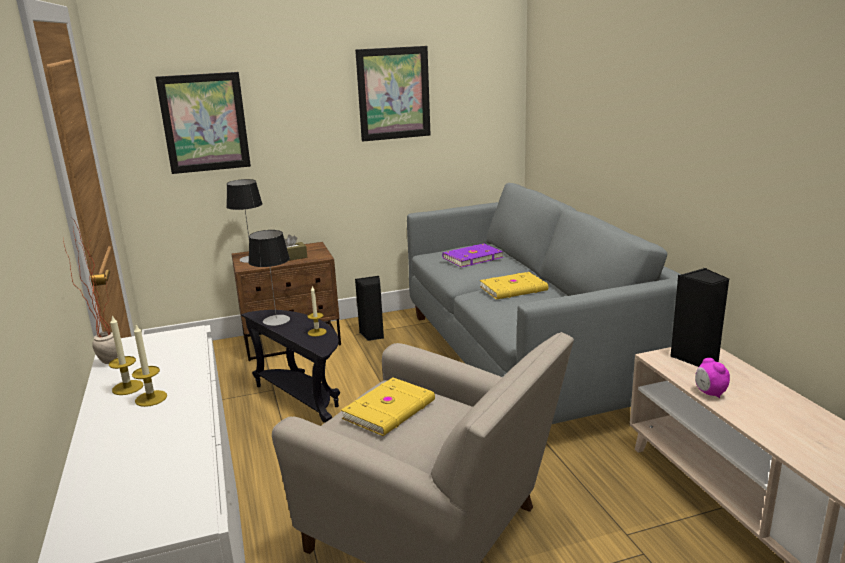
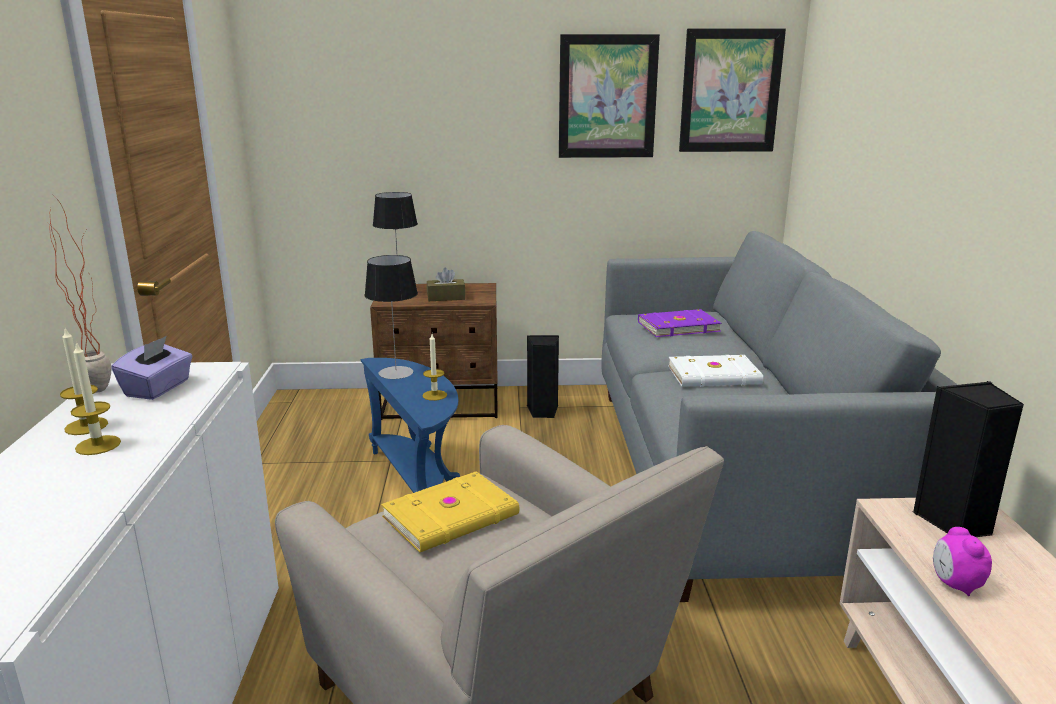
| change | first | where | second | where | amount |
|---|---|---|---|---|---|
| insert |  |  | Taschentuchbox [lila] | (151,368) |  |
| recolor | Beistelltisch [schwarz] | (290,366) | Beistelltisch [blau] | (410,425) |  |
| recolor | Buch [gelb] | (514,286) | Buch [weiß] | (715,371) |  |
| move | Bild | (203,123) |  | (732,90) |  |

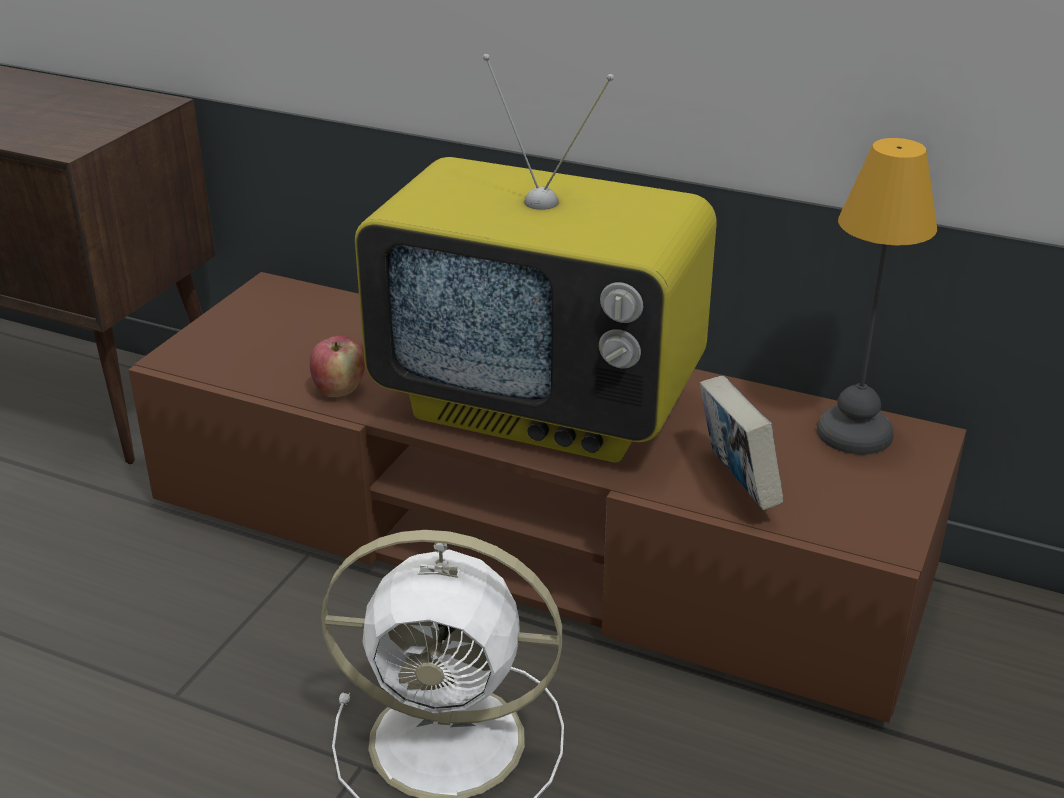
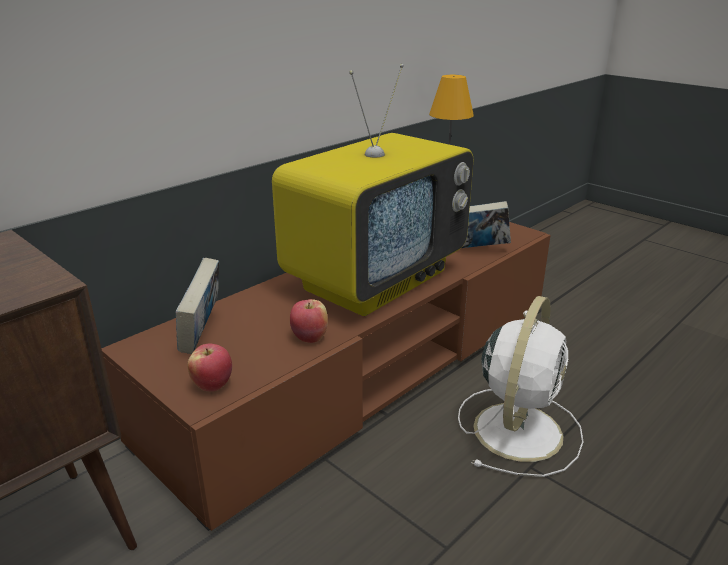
| change | first | where | second | where | amount |
|---|---|---|---|---|---|
| insert |  |  | Buch | (197,306) |  |
| insert |  |  | Apfel | (209,368) |  |

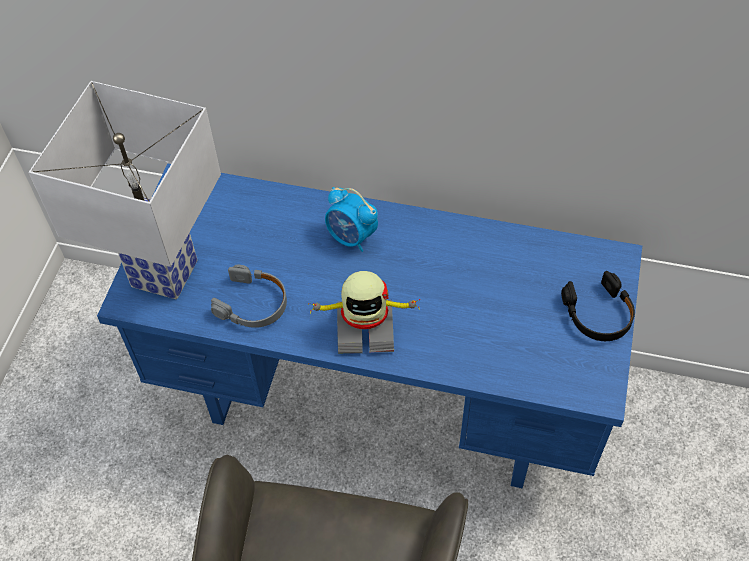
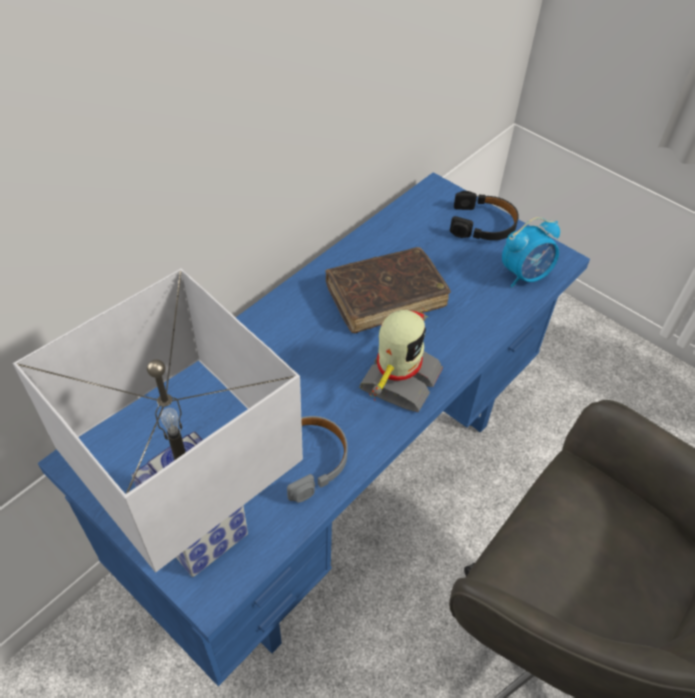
| change | first | where | second | where | amount |
|---|---|---|---|---|---|
| insert |  |  | Buch [braun] | (388,290) |  |
| move | Wecker | (351,219) |  | (531,252) |  |

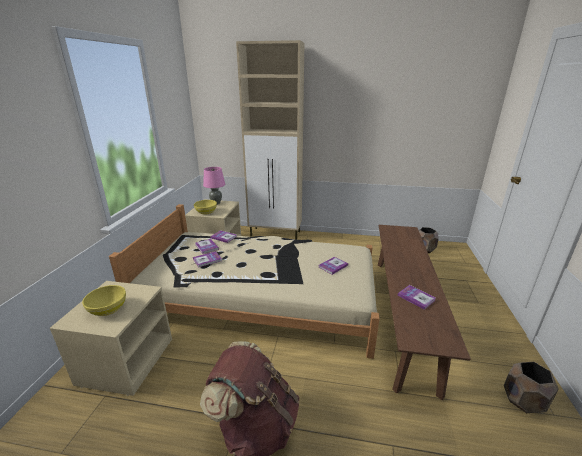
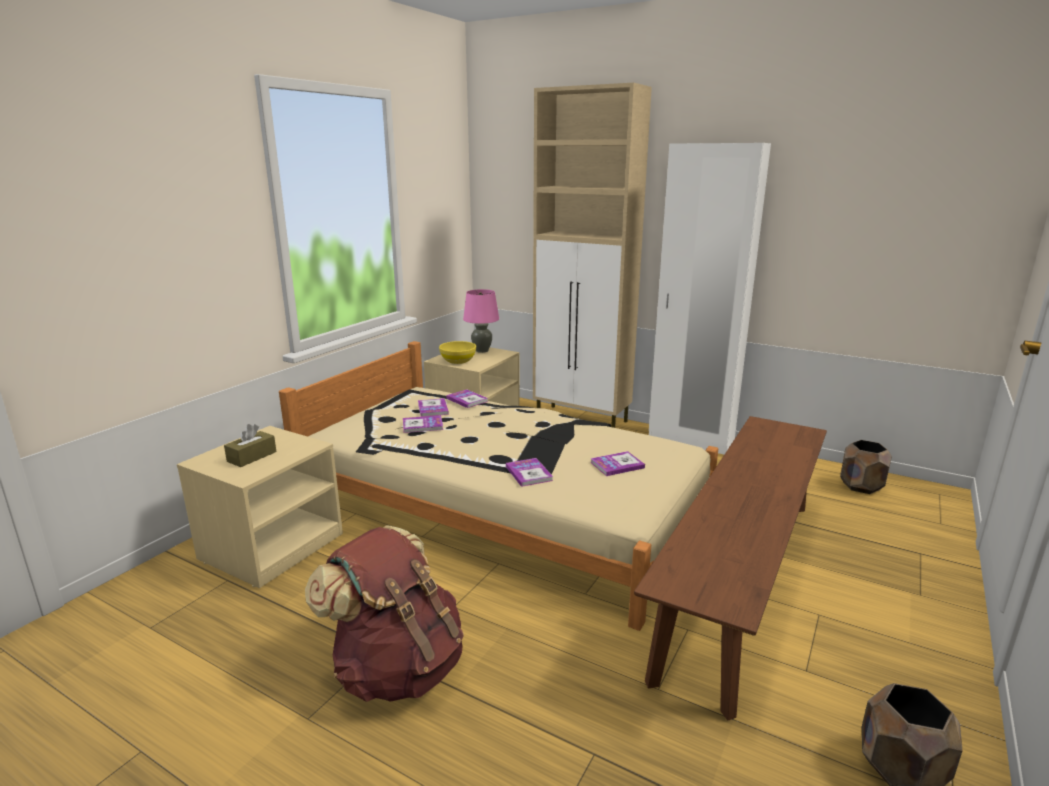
| change | first | where | second | where | amount |
|---|---|---|---|---|---|
| replace | Schüssel [gelb] | (104,300) | Taschentuchbox [braun] | (250,445) |  |
| move | Buch | (416,297) |  | (529,472) |  |
| insert |  |  | Kleiderschrank [weiß] | (710,298) |  |

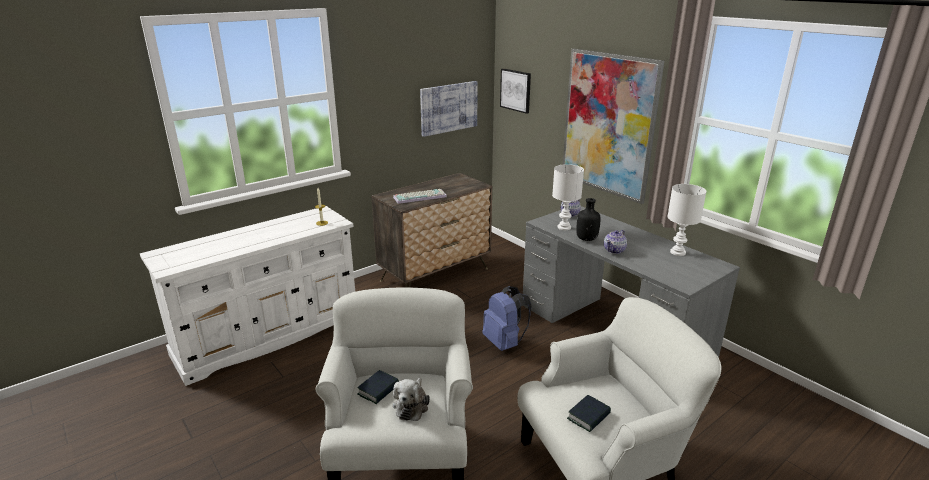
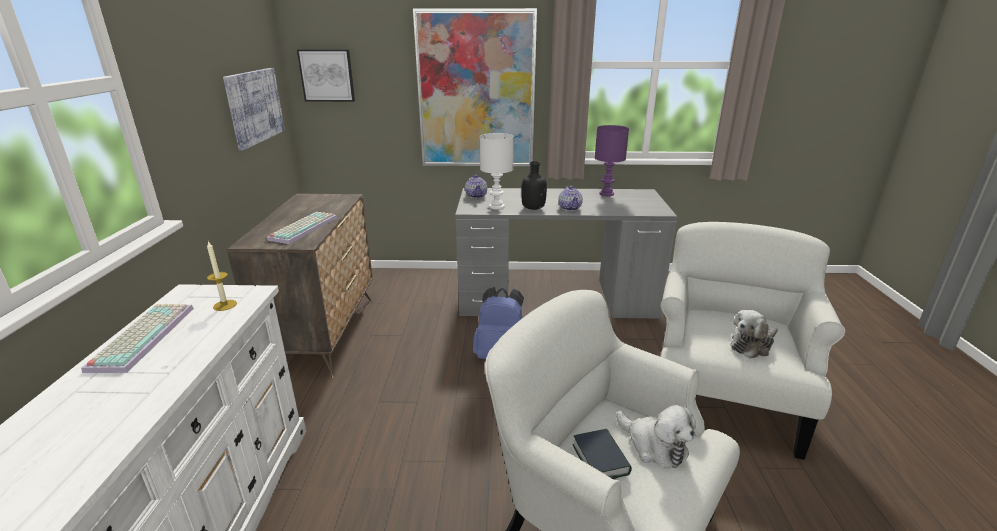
| change | first | where | second | where | amount |
|---|---|---|---|---|---|
| insert |  |  | Tastatur | (137,338) |  |
| recolor | Tischlampe [weiß] | (687,220) | Tischlampe [lila] | (612,160) |  |
| replace | Buch | (589,413) | Plüschtier | (754,334) |  |

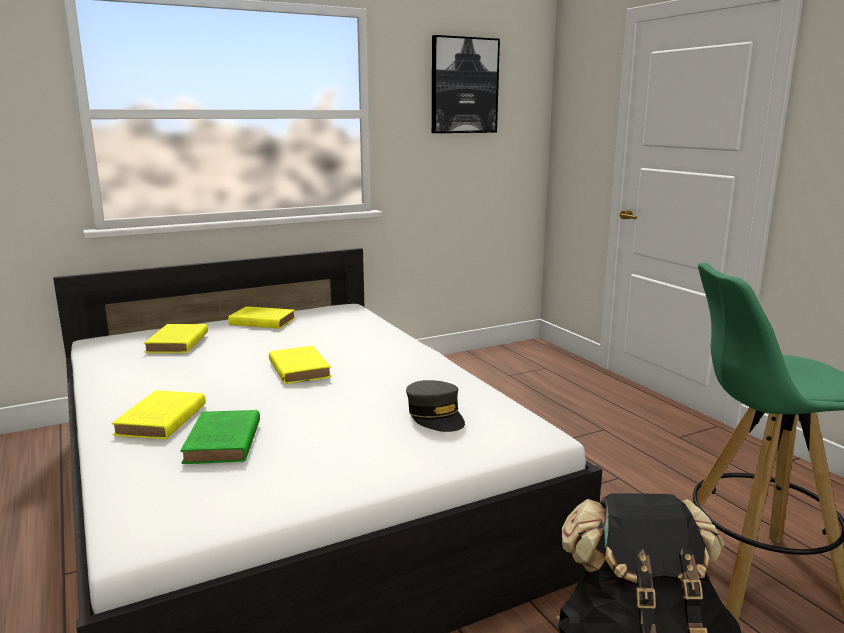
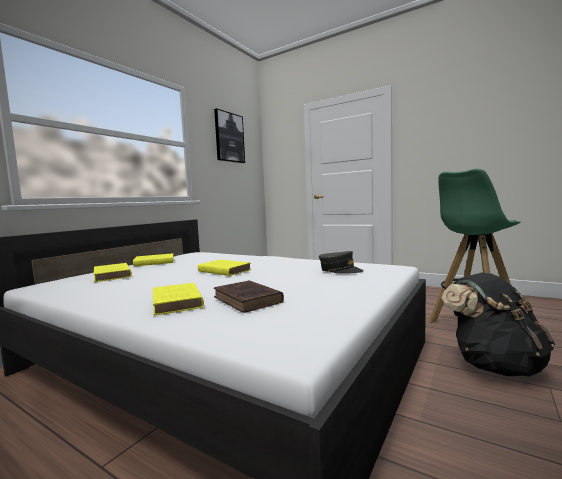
| change | first | where | second | where | amount |
|---|---|---|---|---|---|
| recolor | Buch [grün] | (220,437) | Buch [braun] | (249,296) |  |

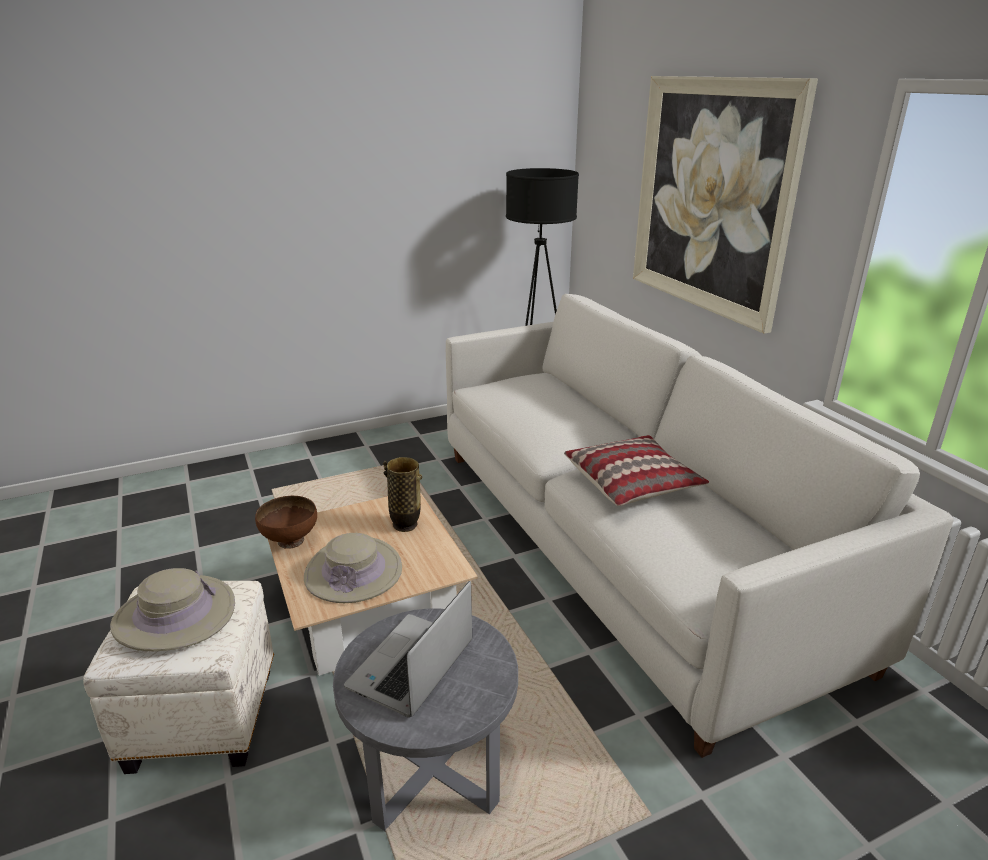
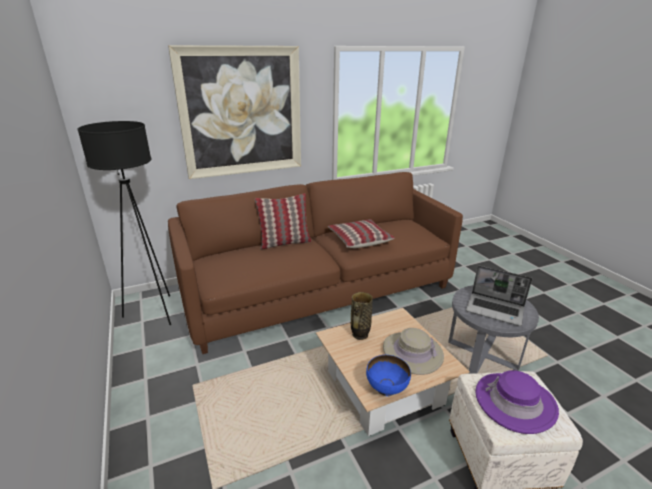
| change | first | where | second | where | amount |
|---|---|---|---|---|---|
| recolor | Sofa [weiß] | (700,526) | Sofa [braun] | (315,263) |  |
| insert |  |  | Kissen | (283,221) |  |
| recolor | Schüssel [braun] | (286,522) | Schüssel [blau] | (388,375) |  |
| recolor | Hut [beige] | (172,609) | Hut [lila] | (517,402) |  |

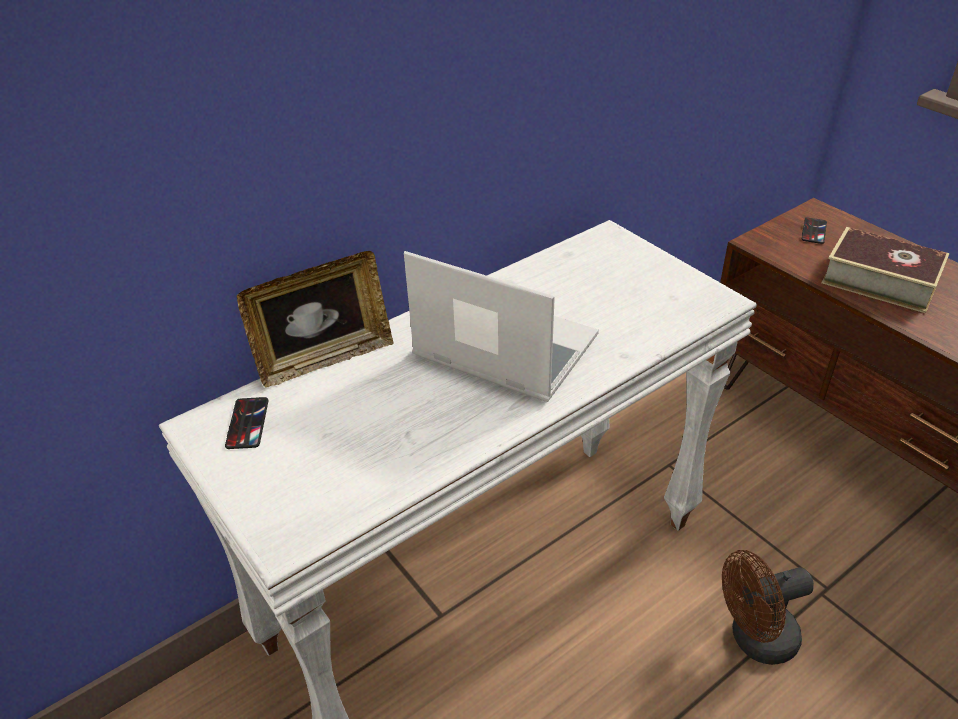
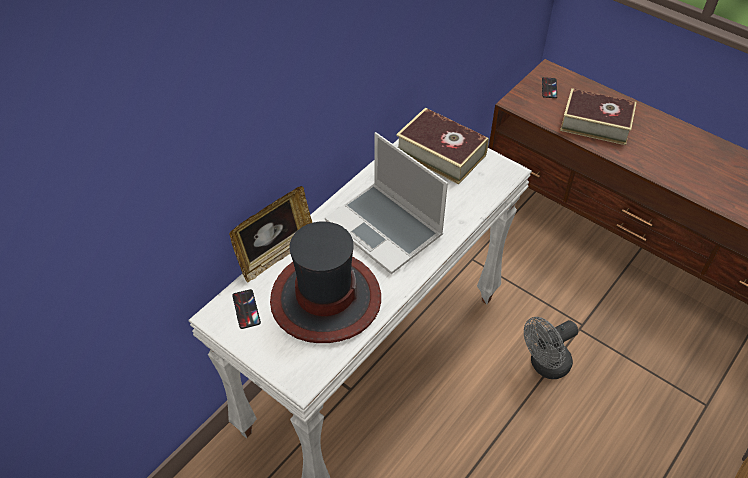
| change | first | where | second | where | amount |
|---|---|---|---|---|---|
| insert |  |  | Hut | (325,282) |  |
| rotate | Laptop | (501,326) |  | (386,203) | 150 degrees counterclockwise |
| insert |  |  | Buch | (442,146) |  |
| recolor | Ventilator [braun] | (768,607) | Ventilator [grau] | (551,348) |  |

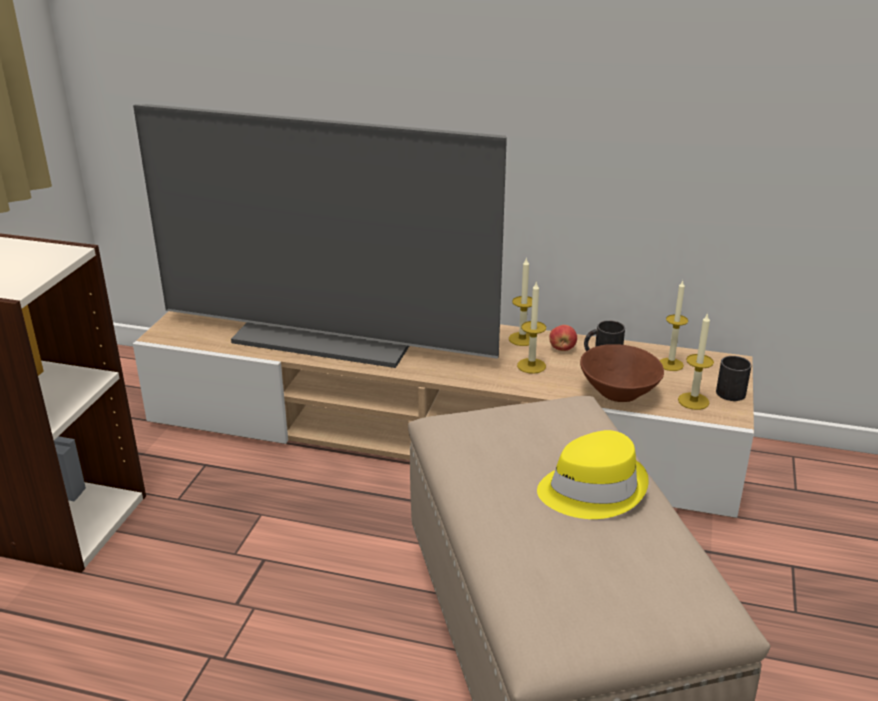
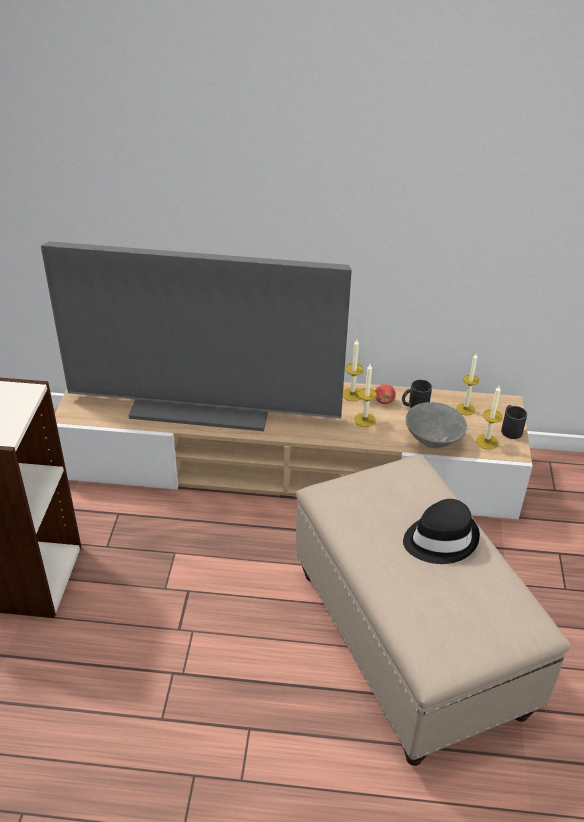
| change | first | where | second | where | amount |
|---|---|---|---|---|---|
| recolor | Hut [gelb] | (593,474) | Hut [schwarz] | (441,531) |  |
| recolor | Schüssel [braun] | (622,373) | Schüssel [grau] | (436,425) |  |

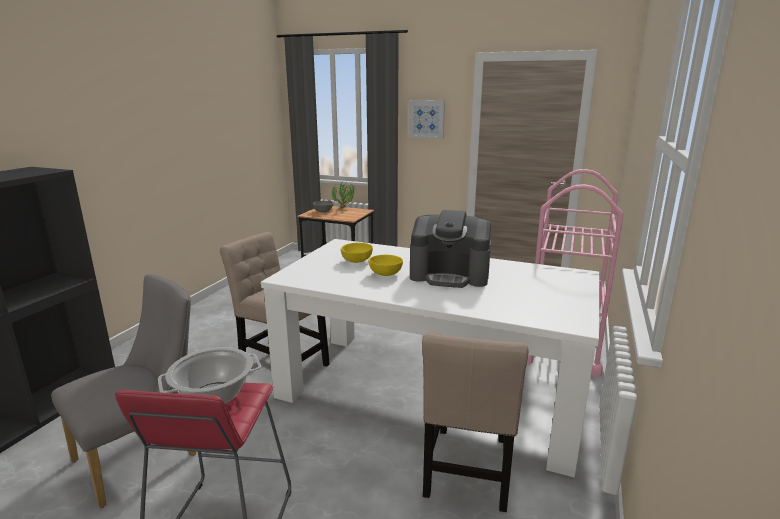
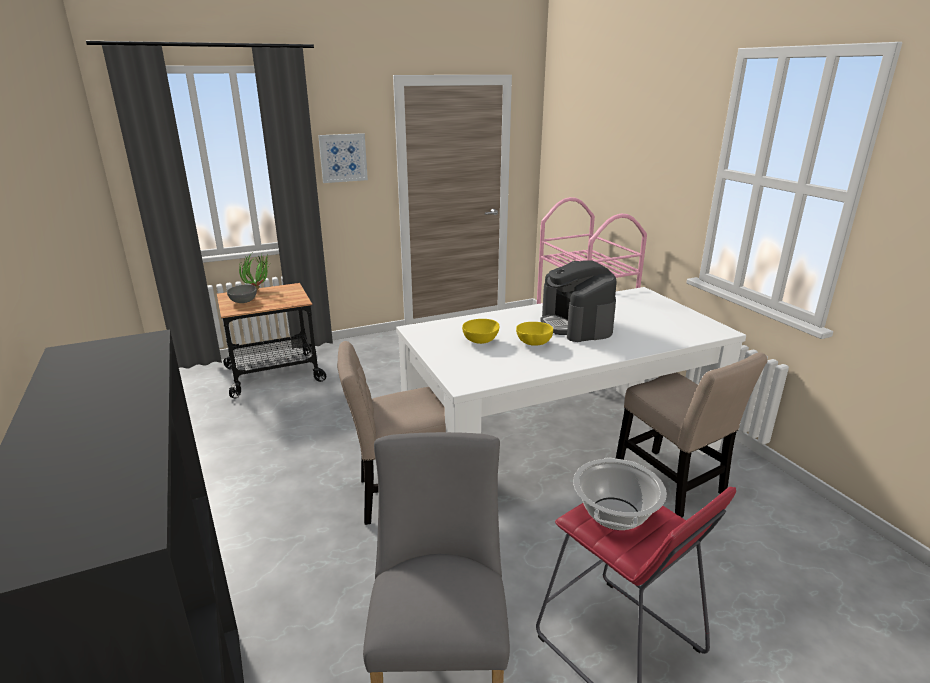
| change | first | where | second | where | amount |
|---|---|---|---|---|---|
| rotate | Kaffeemaschine | (450,249) |  | (578,301) | 105 degrees clockwise |

